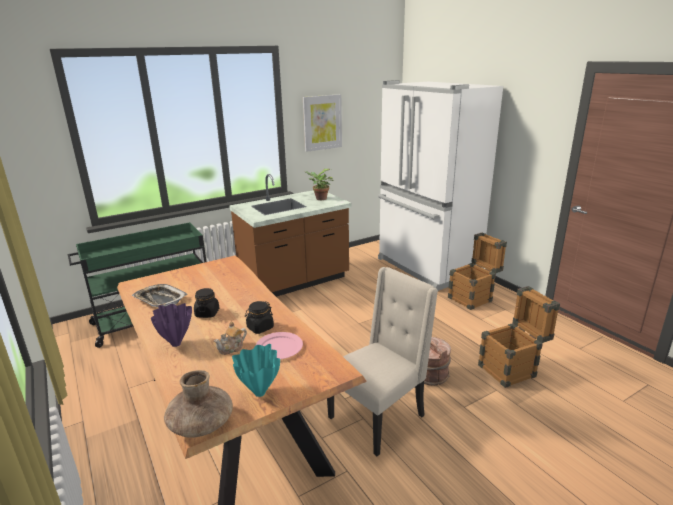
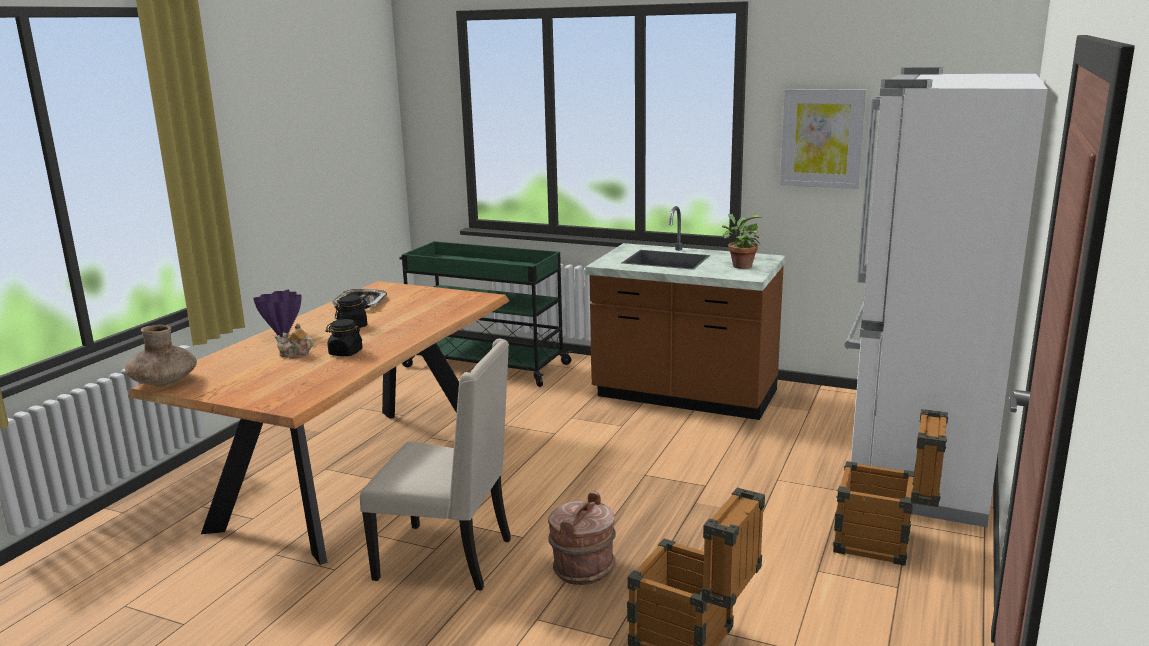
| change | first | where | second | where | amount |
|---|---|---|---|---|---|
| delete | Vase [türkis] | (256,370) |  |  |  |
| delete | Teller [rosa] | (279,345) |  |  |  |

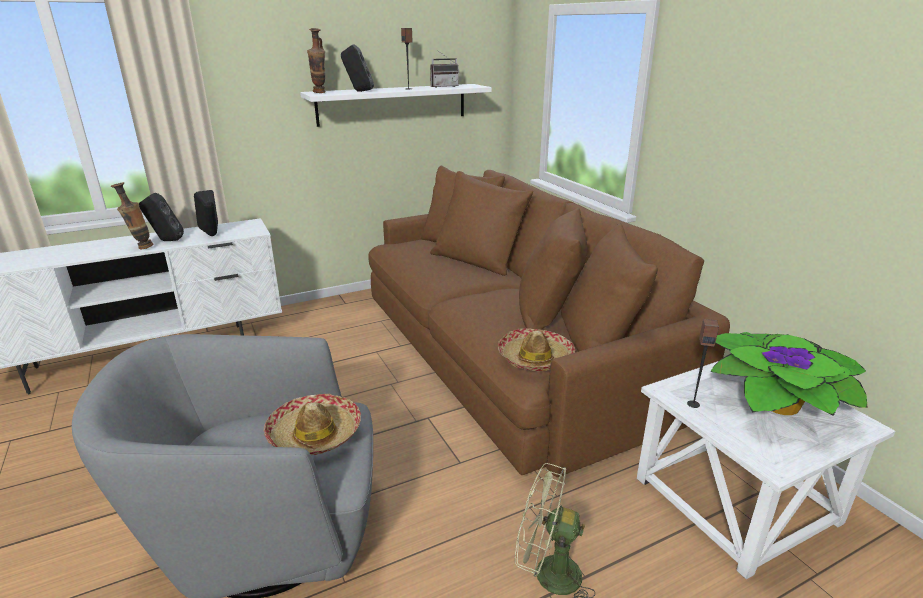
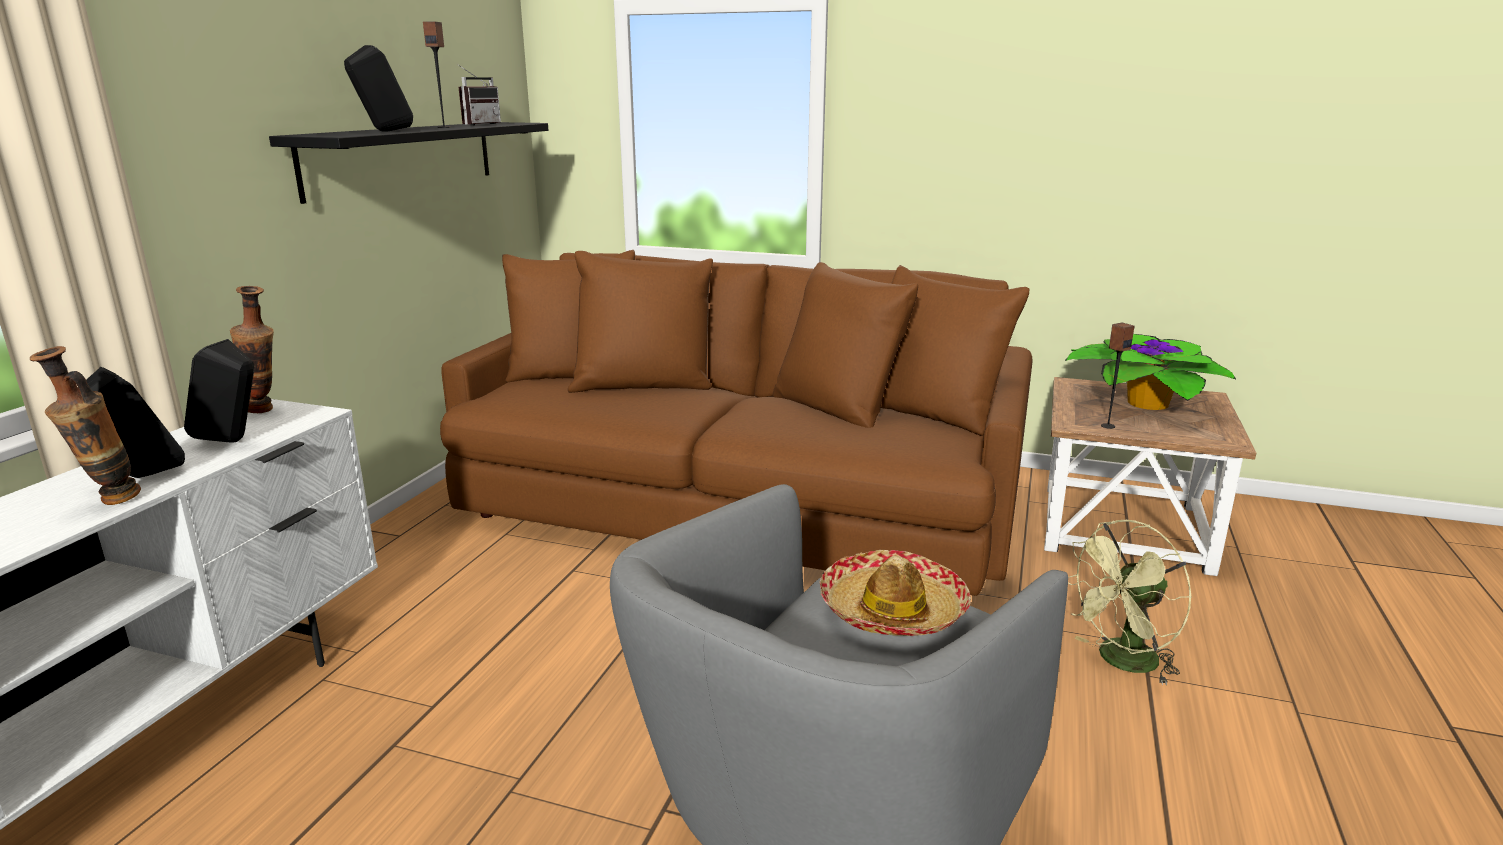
| change | first | where | second | where | amount |
|---|---|---|---|---|---|
| move | Vase | (316,60) |  | (252,349) |  |
| recolor | Wandregal [weiß] | (396,105) | Wandregal [schwarz] | (408,163) |  |
| recolor | Beistelltisch [weiß] | (766,470) | Beistelltisch [braun] | (1150,476) |  |
| delete | Hut | (536,349) |  |  |  |

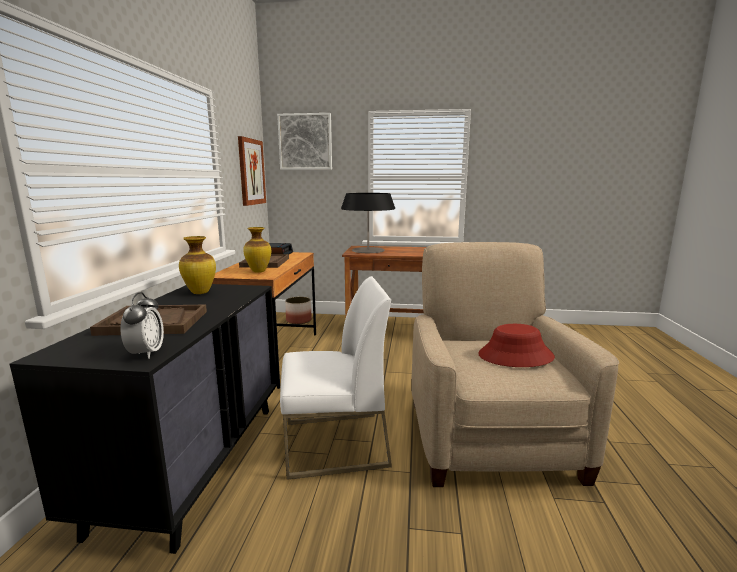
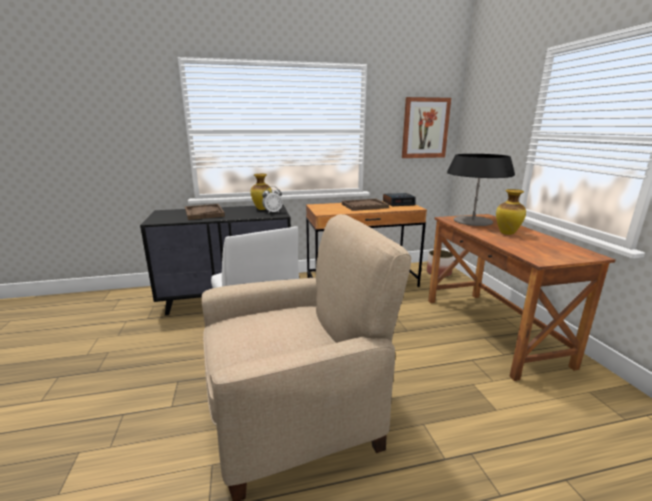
| change | first | where | second | where | amount |
|---|---|---|---|---|---|
| move | Wecker | (142,325) |  | (272,200) |  |
| move | Vase | (257,250) |  | (511,212) |  |
| delete | Bild | (304,141) |  |  |  |
| delete | Hut [rot] | (516,345) |  |  |  |

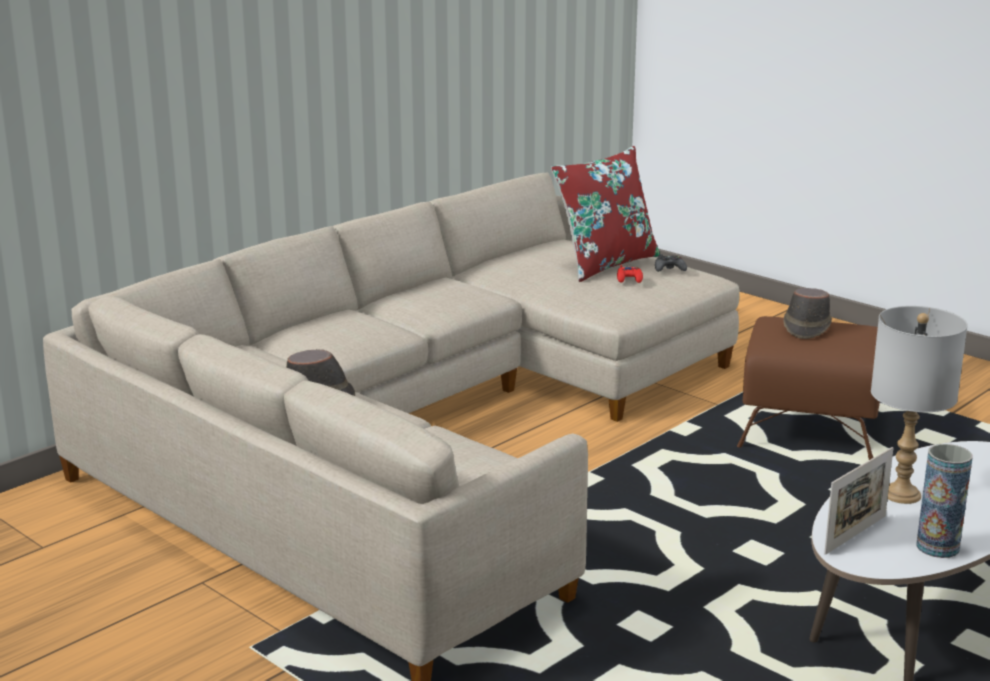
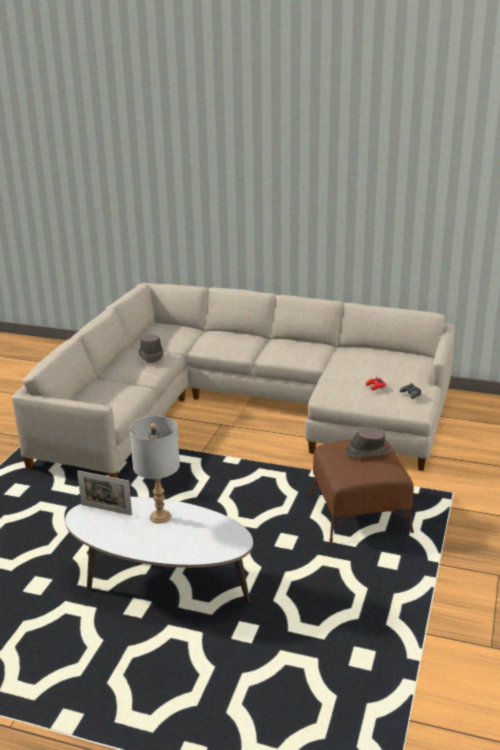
| change | first | where | second | where | amount |
|---|---|---|---|---|---|
| delete | Kissen [rot] | (605,214) |  |  |  |
| delete | Vase | (944,501) |  |  |  |

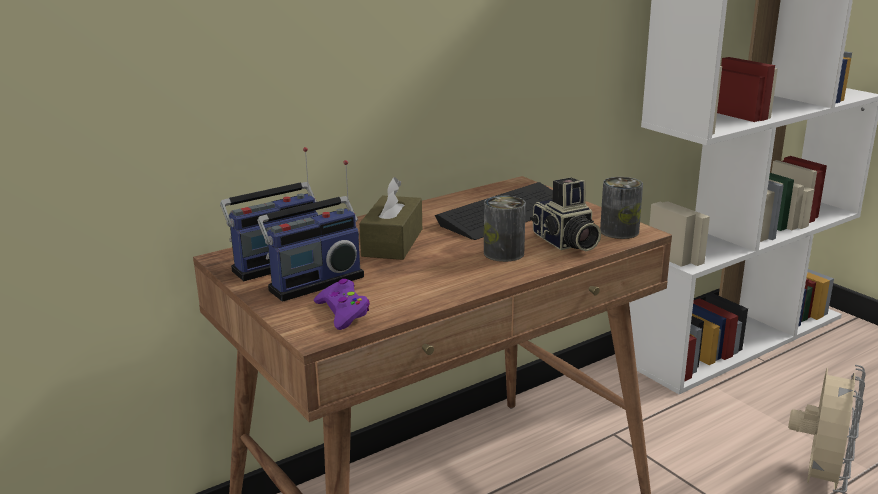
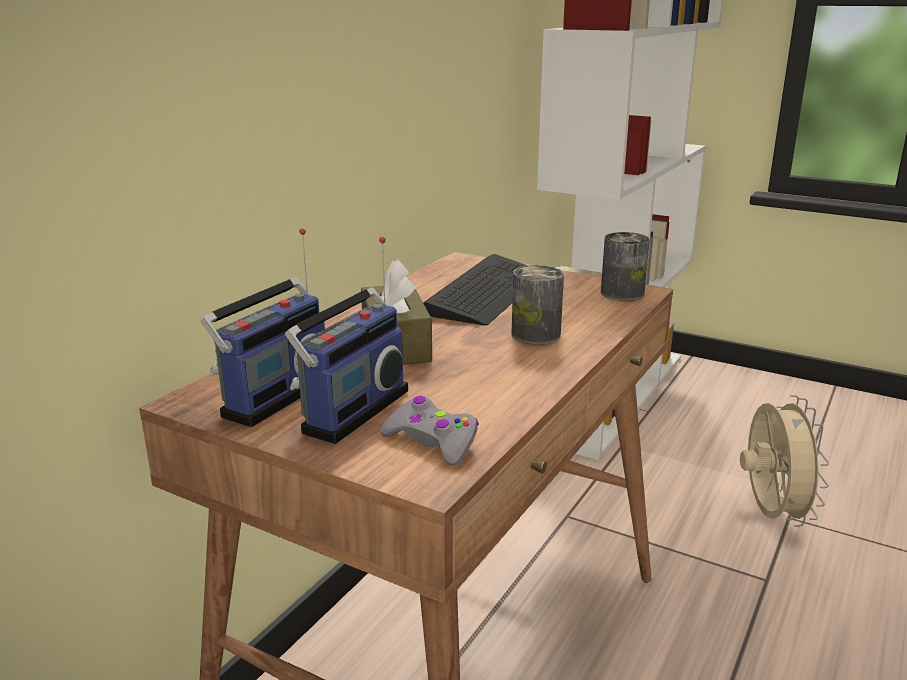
| change | first | where | second | where | amount |
|---|---|---|---|---|---|
| recolor | Gamepad [lila] | (342,304) | Gamepad [grau] | (429,431) |  |
| delete | Kamera | (565,214) |  |  |  |

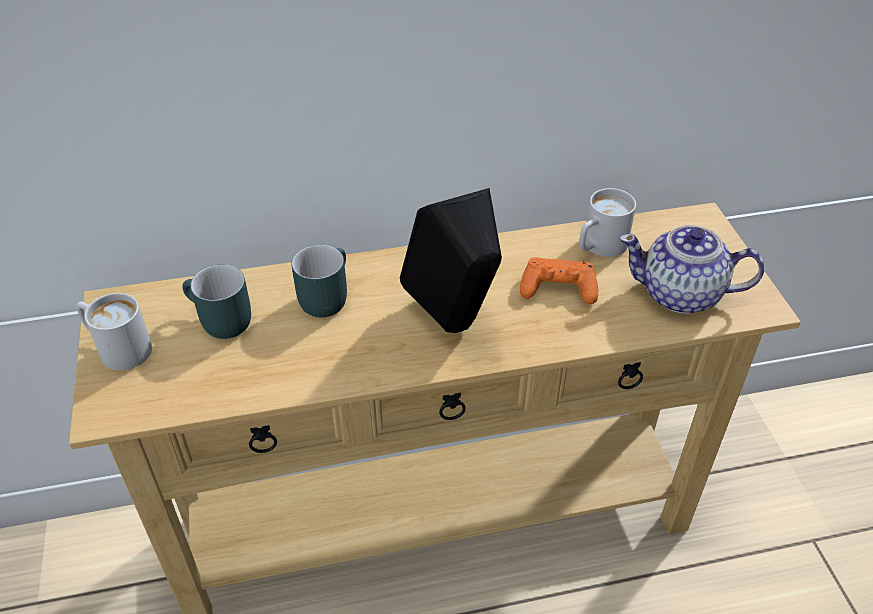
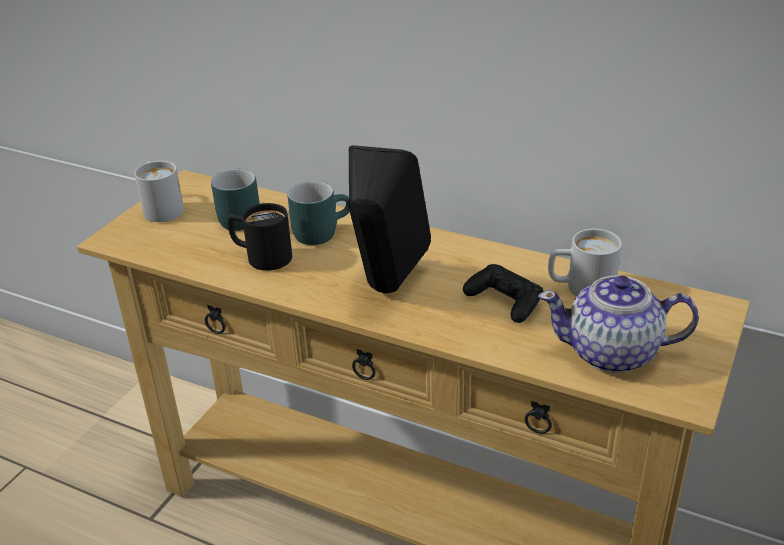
| change | first | where | second | where | amount |
|---|---|---|---|---|---|
| insert |  |  | Henkelbecher [schwarz] | (260,237) |  |
| recolor | Gamepad [orange] | (559,280) | Gamepad [schwarz] | (503,293) |  |
| rotate | Teekanne | (691,269) |  | (618,324) | 45 degrees counterclockwise |

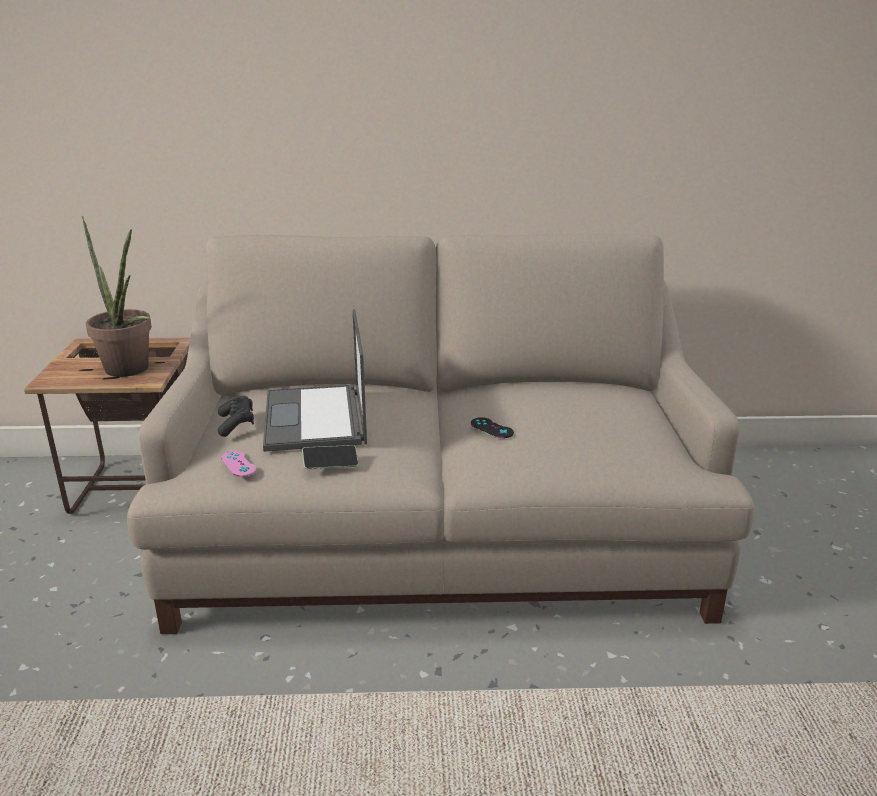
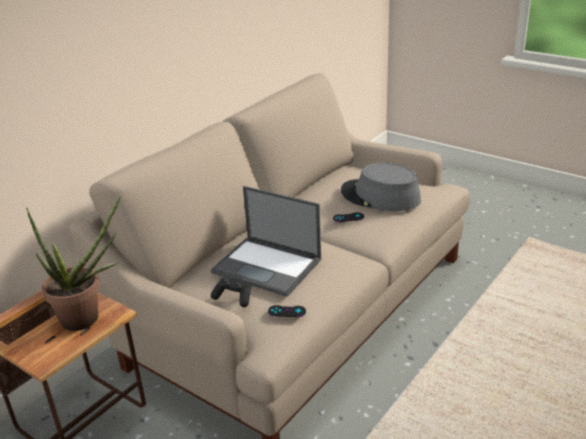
| change | first | where | second | where | amount |
|---|---|---|---|---|---|
| recolor | Gamepad [rosa] | (238,463) | Gamepad [schwarz] | (287,311) |  |
| insert |  |  | Hut [grau] | (381,187) |  |
| delete | Handy | (330,457) |  |  |  |

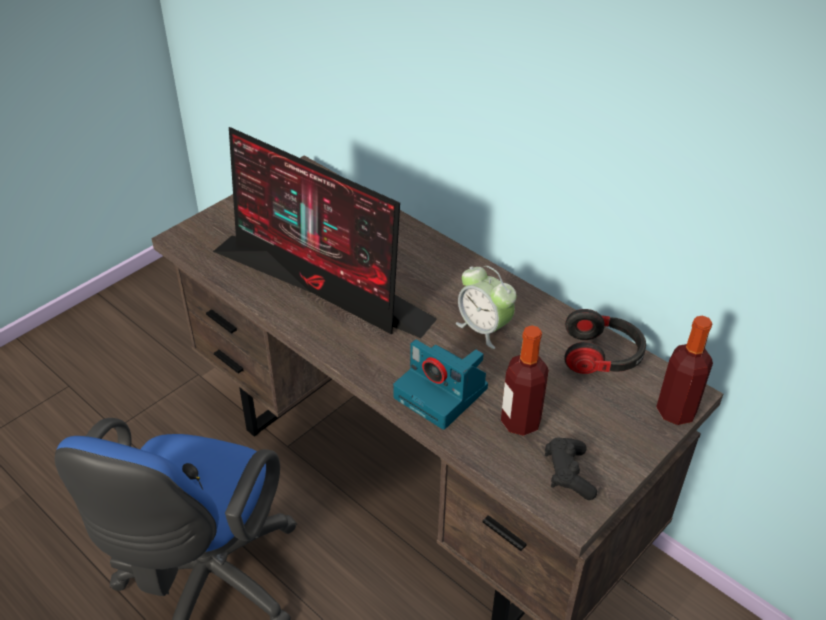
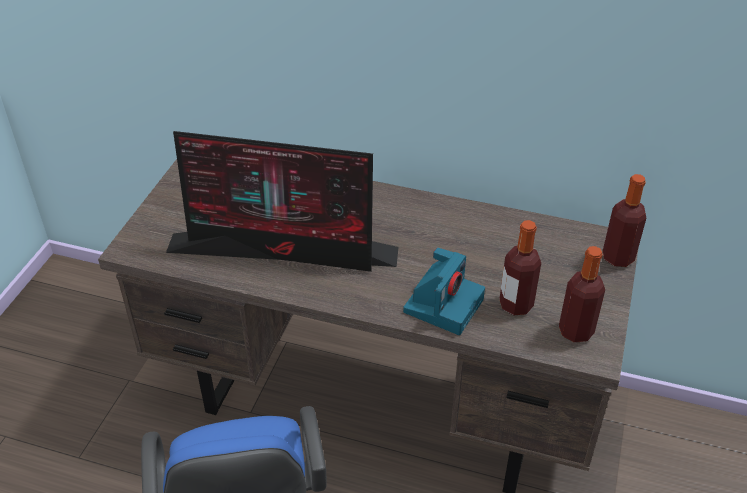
| change | first | where | second | where | amount |
|---|---|---|---|---|---|
| rotate | Kamera | (440,385) |  | (444,291) | 75 degrees counterclockwise |
| replace | Gamepad [schwarz] | (571,468) | Flasche | (582,294) |  |
| delete | Wecker | (486,307) |  |  |  |
| delete | Kopfhörer | (605,341) |  |  |  |

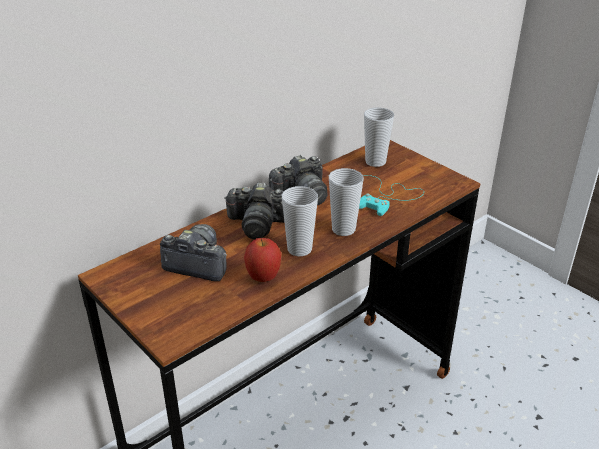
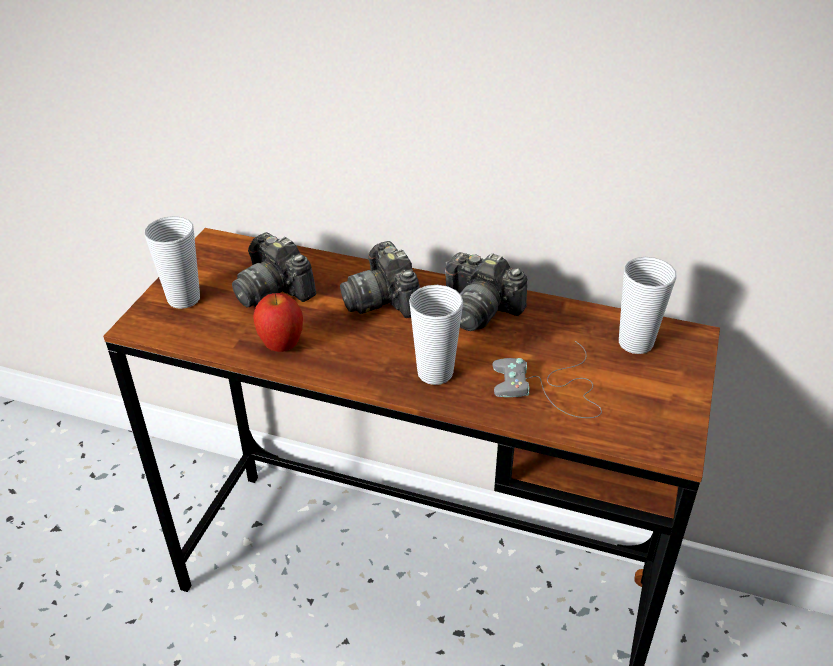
| change | first | where | second | where | amount |
|---|---|---|---|---|---|
| move | Tasse | (300,221) |  | (172,262) |  |
| rotate | Kamera | (193,252) |  | (274,269) | 150 degrees clockwise |
| recolor | Gamepad [türkis] | (391,195) | Gamepad [grau] | (547,379) |  |

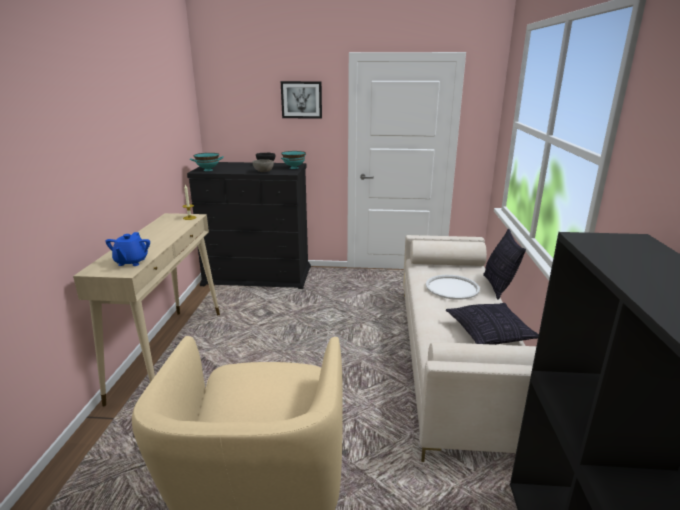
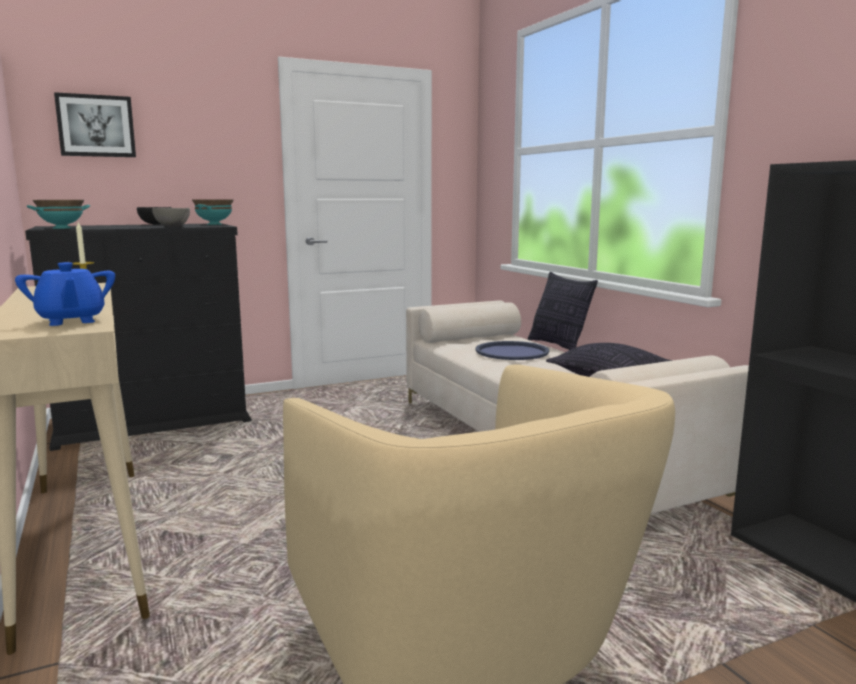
| change | first | where | second | where | amount |
|---|---|---|---|---|---|
| move | Bild | (301,100) |  | (95,124) |  |
| recolor | Tablett [weiß] | (453,287) | Tablett [blau] | (512,350) |  |

